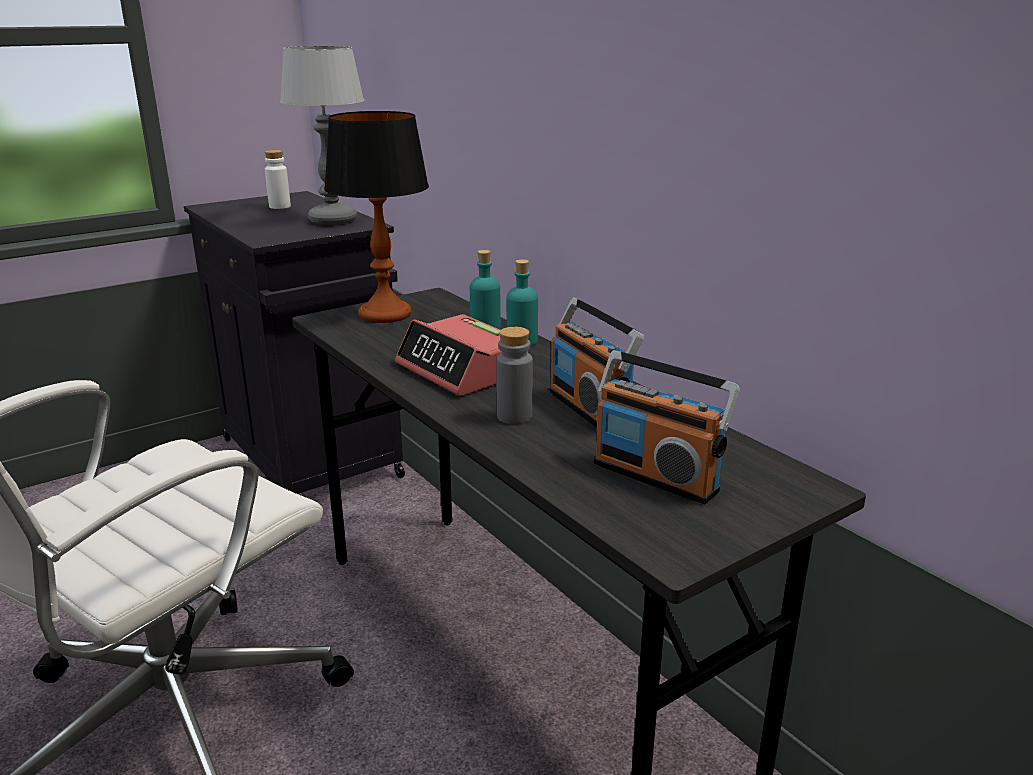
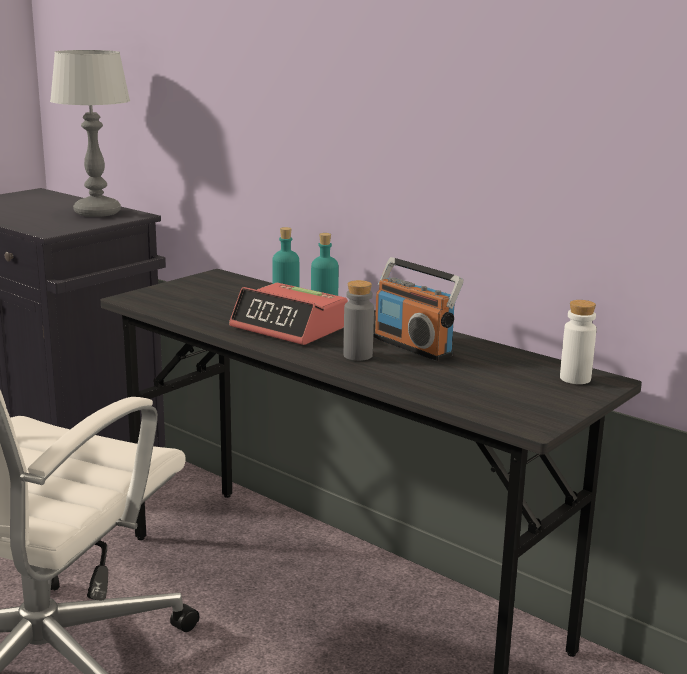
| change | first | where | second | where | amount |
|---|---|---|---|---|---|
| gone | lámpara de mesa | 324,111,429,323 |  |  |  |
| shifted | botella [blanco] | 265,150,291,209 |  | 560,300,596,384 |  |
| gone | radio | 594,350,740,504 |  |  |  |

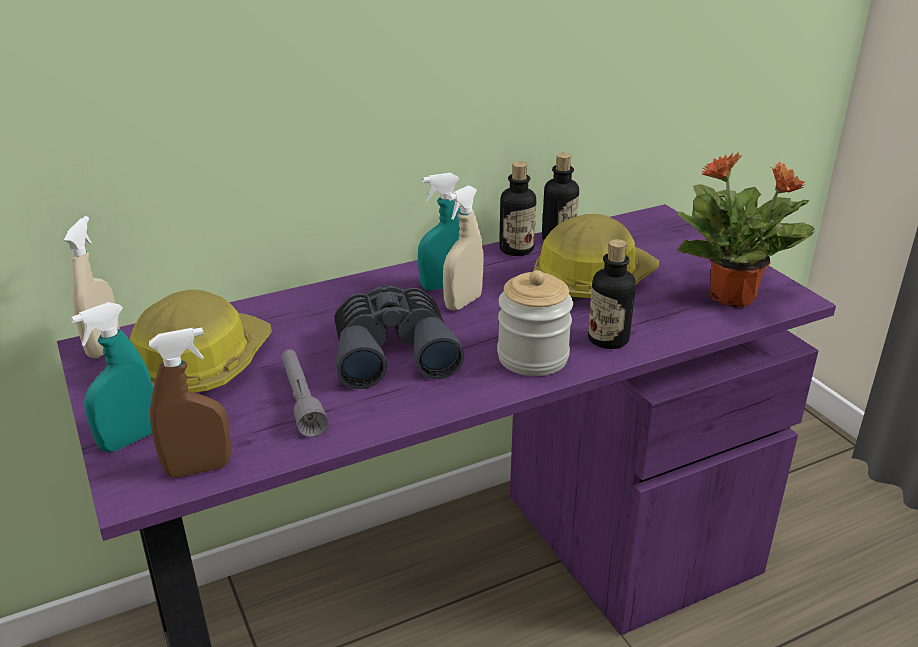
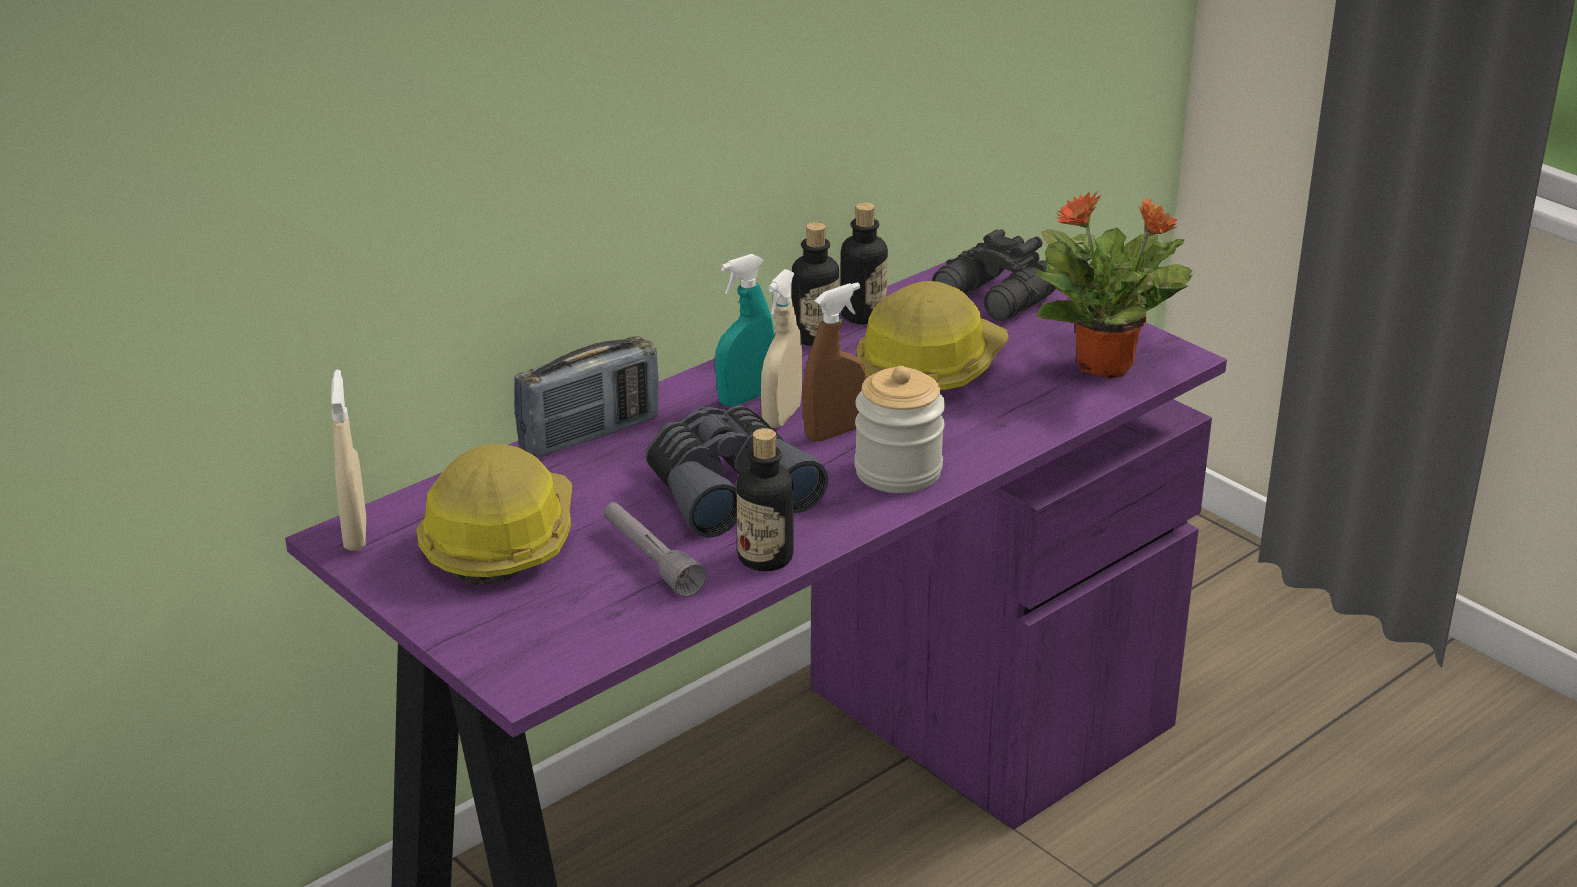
| change | first | where | second | where | amount |
|---|---|---|---|---|---|
| shifted | botella | 588,239,635,349 |  | 736,428,794,571 |  |
| gone | pulverizador [turquesa] | 71,302,153,452 |  |  |  |
| shifted | pulverizador [marrón] | 149,328,231,478 |  | 802,282,866,442 |  |
| new |  |  | prismáticos [negro] | 932,229,1056,321 |  |
| new |  |  | radio | 514,336,659,458 |  |

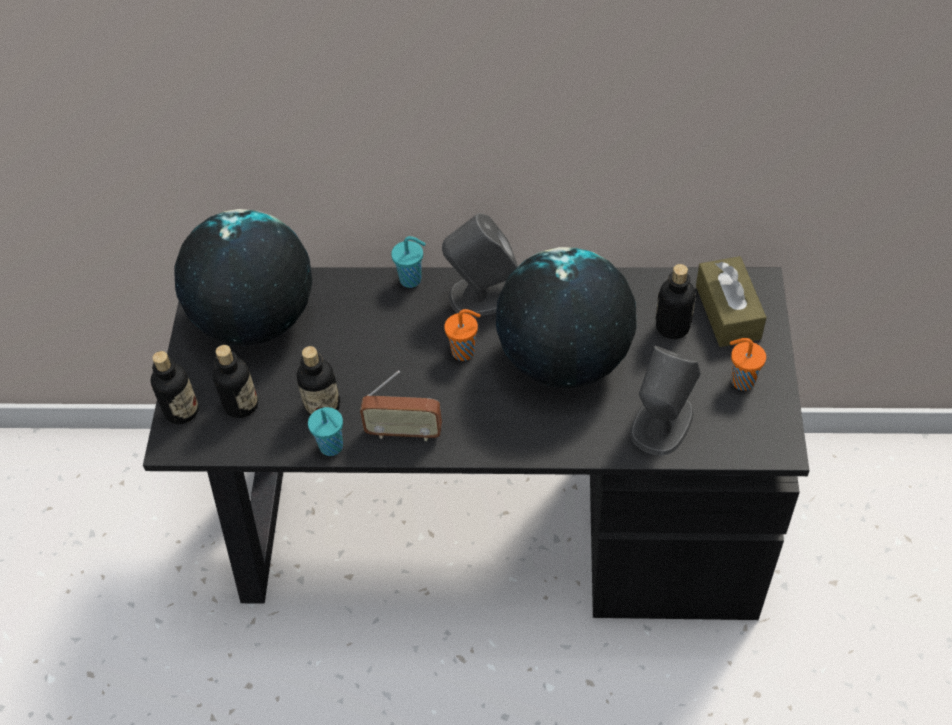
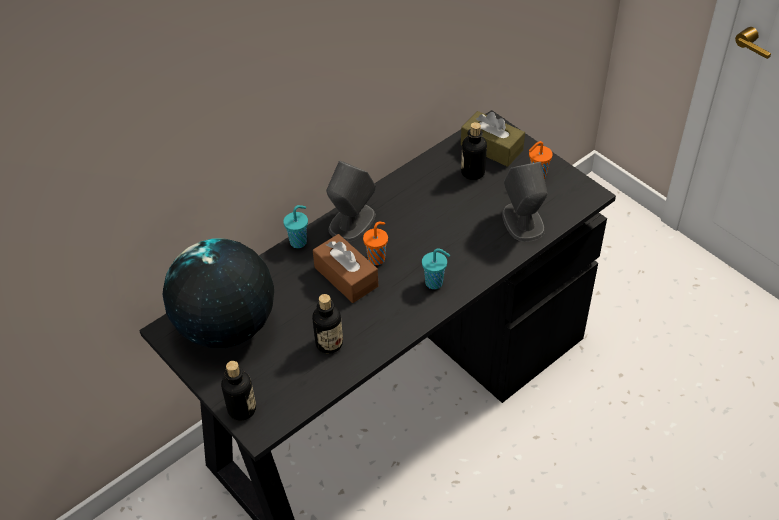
| change | first | where | second | where | amount |
|---|---|---|---|---|---|
| gone | globo terráqueo | 496,247,636,388 |  |  |  |
| gone | botella | 212,345,258,418 |  |  |  |
| gone | radio | 360,370,442,441 |  |  |  |
| shifted | taza [turquesa] | 308,407,343,456 |  | 422,248,450,289 |  |
| new |  |  | caja de pañuelos [marrón] | 313,234,378,303 |  |

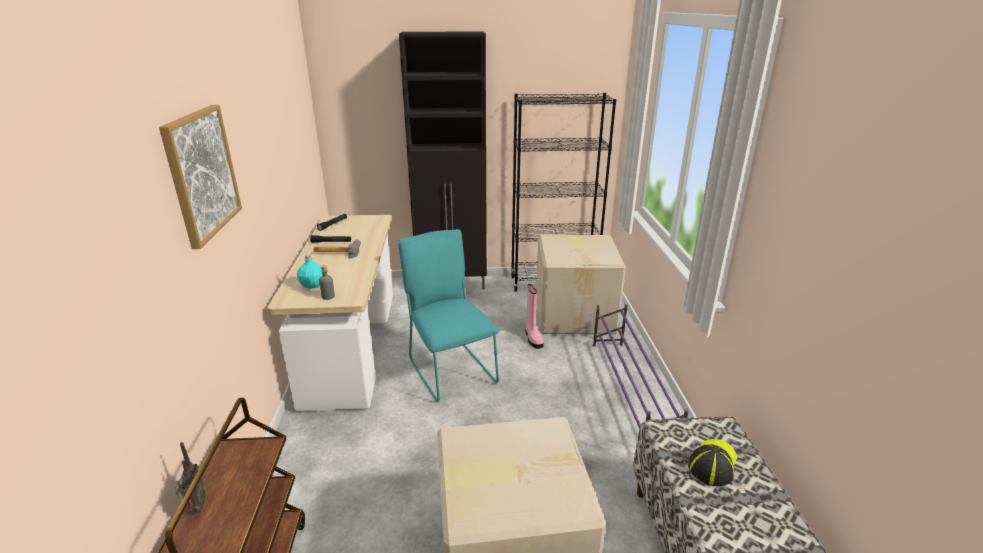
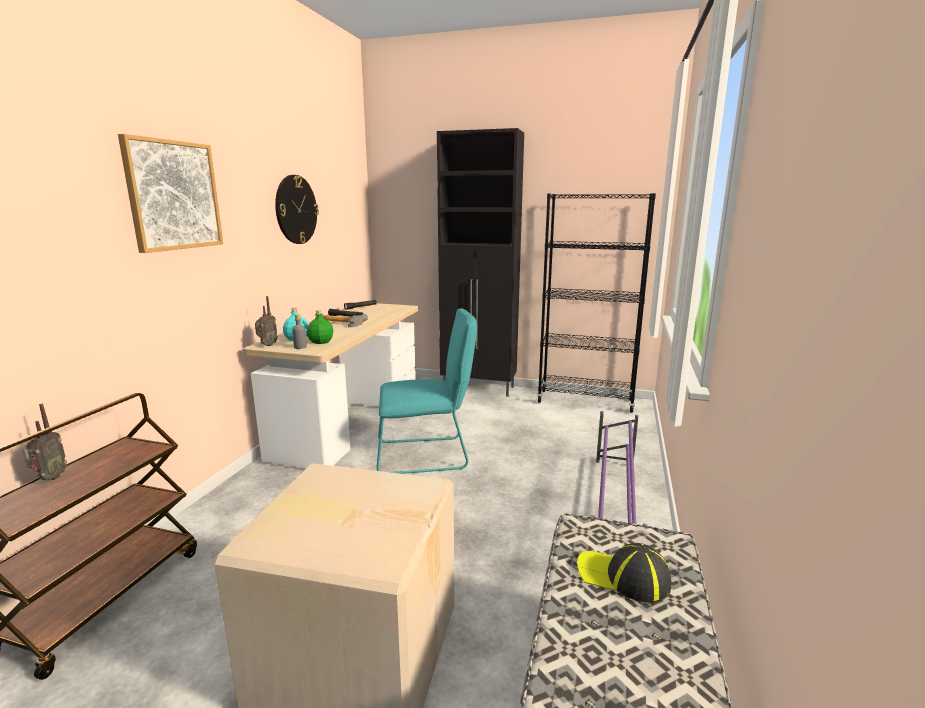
| change | first | where | second | where | amount |
|---|---|---|---|---|---|
| rotated | silla [turquesa] | 398,229,499,402 |  | 377,308,477,474 | 90 degrees clockwise |
| gone | caja de cartón | 536,235,626,334 |  |  |  |
| gone | bota [rosa] | 525,284,544,349 |  |  |  |
| rotated | gorra | 688,439,737,486 |  | 577,543,671,603 | 120 degrees counterclockwise |
| new |  |  | reloj de pared | 275,175,319,244 |  |
| new |  |  | radio | 255,296,278,346 |  |
| new |  |  | botella [verde] | 307,310,333,344 |  |

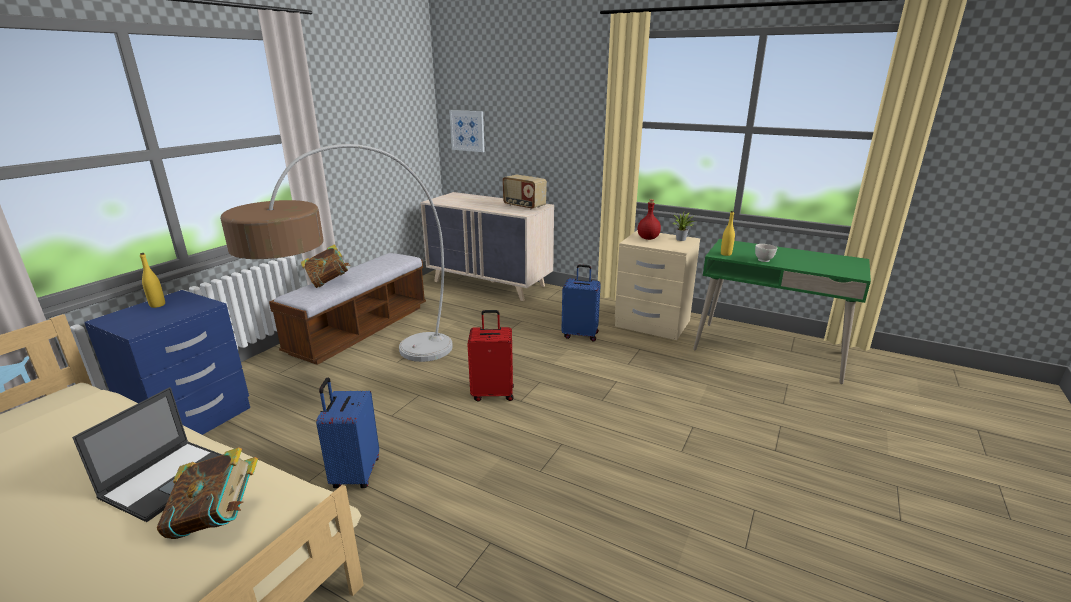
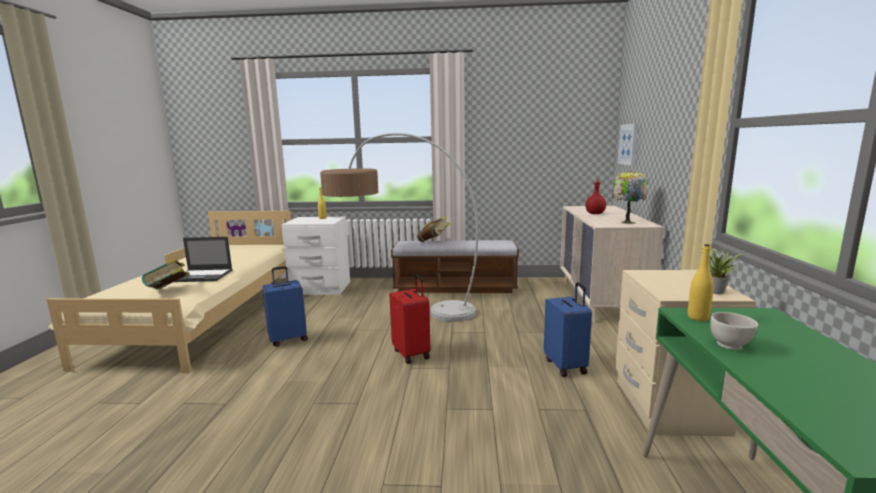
| change | first | where | second | where | amount |
|---|---|---|---|---|---|
| swapped | radio | 502,175,547,210 | lámpara de mesa | 612,171,647,224 |  |
| shifted | botella [rojo] | 638,199,661,240 |  | 585,179,606,214 |  |
| repainted | mesita de noche [azul] | 84,290,250,435 | mesita de noche [blanco] | 282,217,350,295 |  |

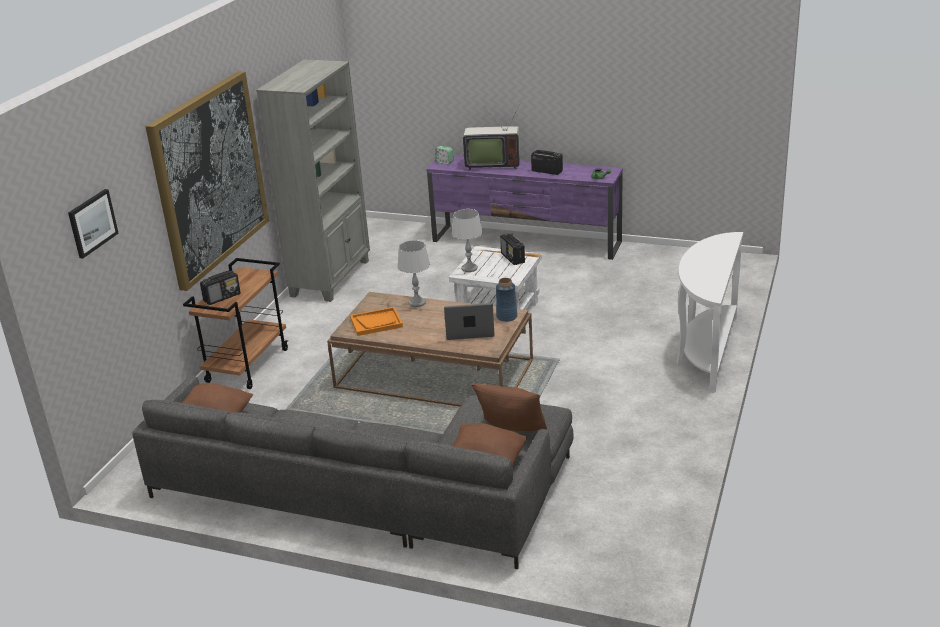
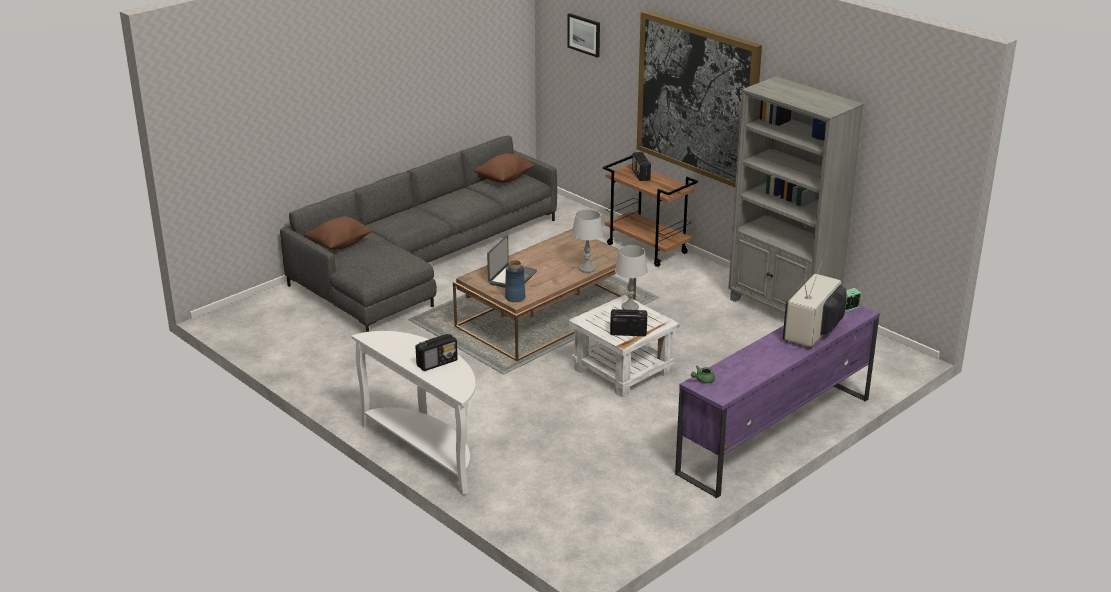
| change | first | where | second | where | amount |
|---|---|---|---|---|---|
| shifted | radio | 531,150,563,175 |  | 415,334,458,371 |  |
| gone | bandeja [naranja] | 350,307,403,336 |  |  |  |
| gone | cojín [marrón] | 472,384,547,431 |  |  |  |

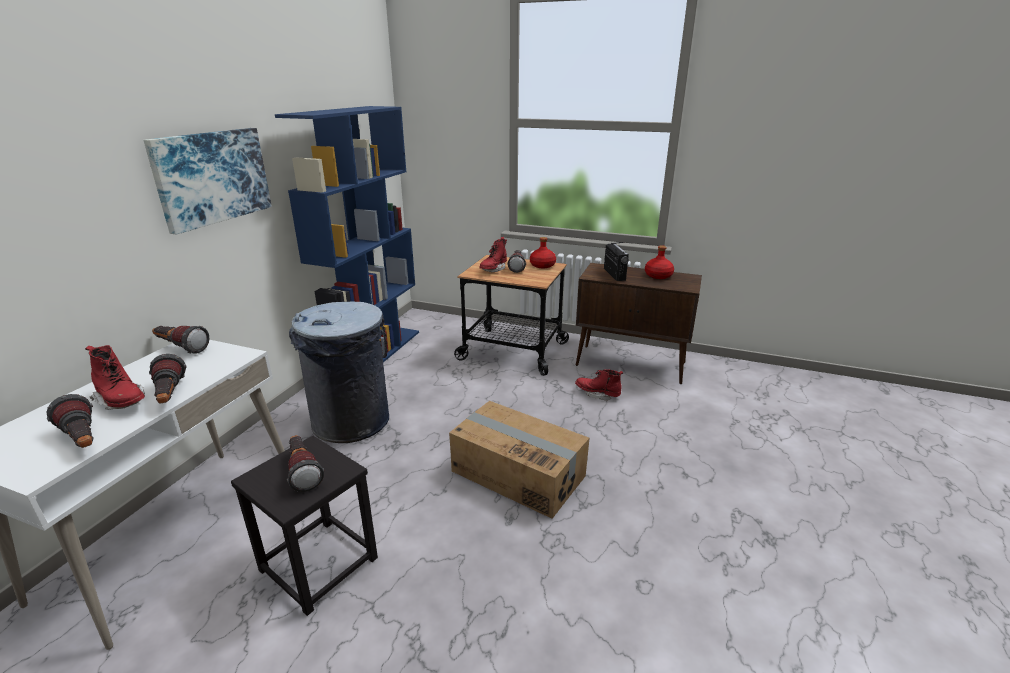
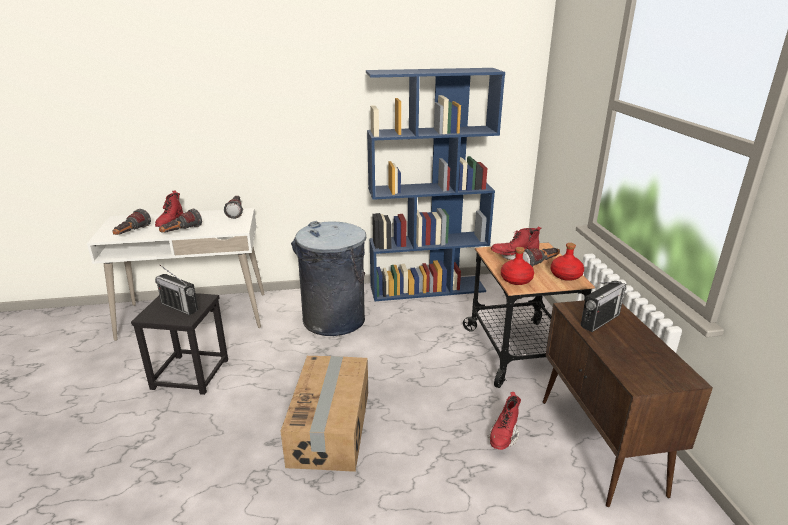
| change | first | where | second | where | amount |
|---|---|---|---|---|---|
| gone | cuadro | 143,128,272,234 |  |  |  |
| shifted | botella [rojo] | 645,245,674,279 |  | 501,247,534,285 |  |
| rotated | bota [rojo] | 575,369,623,401 |  | 488,392,521,450 | 150 degrees counterclockwise |
| swapped | linterna | 287,435,324,492 | radio | 155,265,198,315 |  |

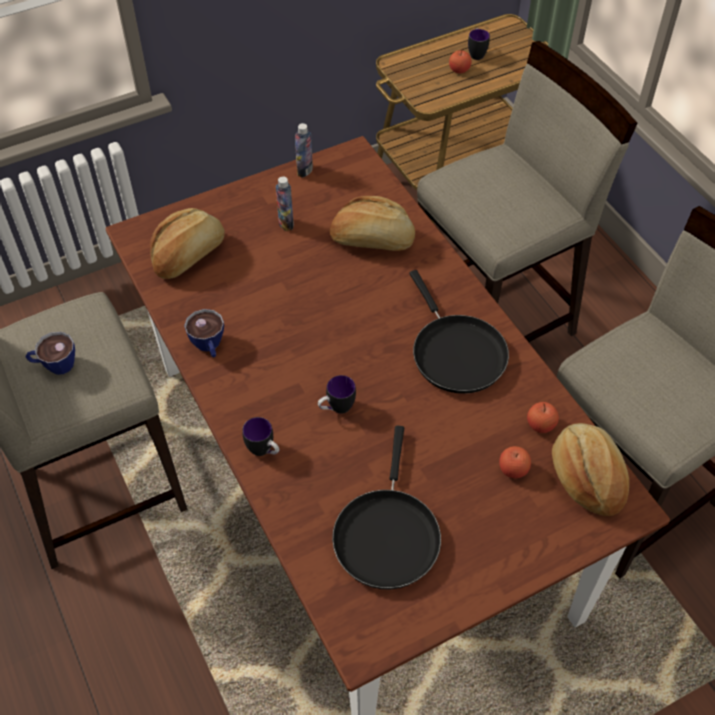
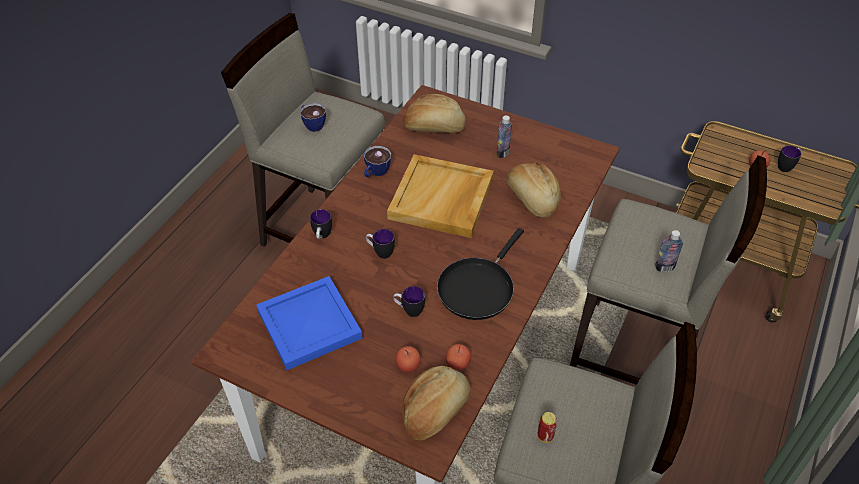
| change | first | where | second | where | amount |
|---|---|---|---|---|---|
| shifted | botella | 295,123,313,178 |  | 655,230,683,272 |  |
| swapped | sartén [negro] | 332,426,441,589 | bandeja [azul] | 256,276,362,370 |  |
| new |  |  | bandeja [beis] | 387,154,494,238 |  |
| new |  |  | taza grande | 393,286,425,317 |  |
| new |  |  | lata | 537,412,557,443 |  |

